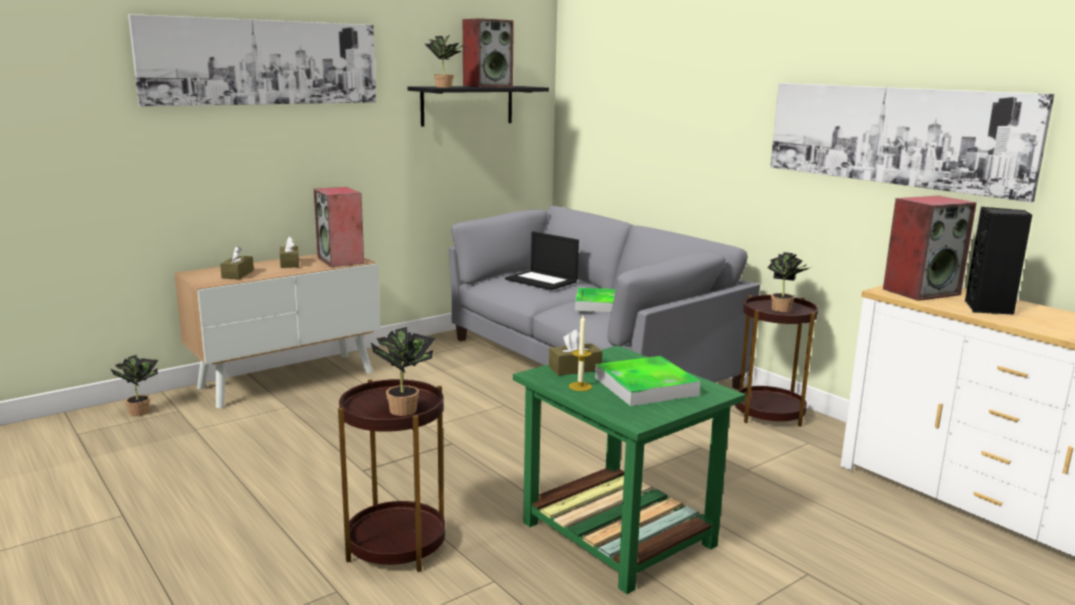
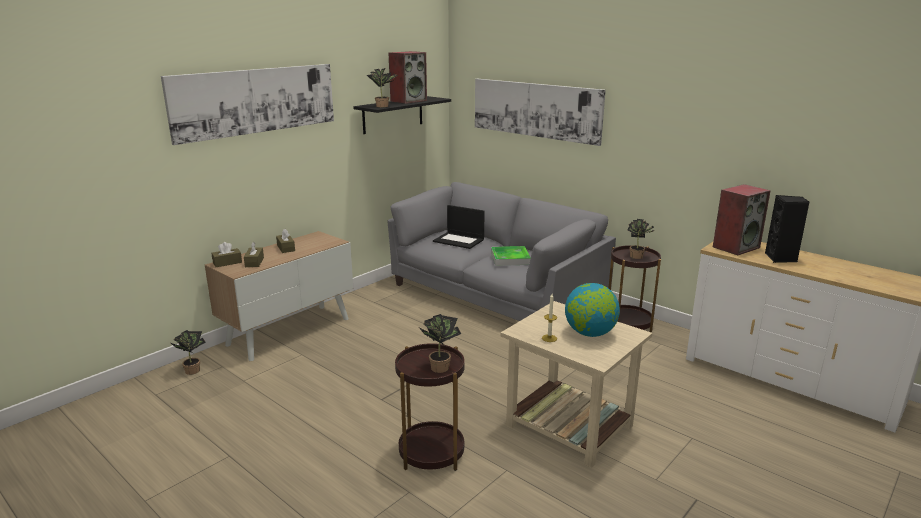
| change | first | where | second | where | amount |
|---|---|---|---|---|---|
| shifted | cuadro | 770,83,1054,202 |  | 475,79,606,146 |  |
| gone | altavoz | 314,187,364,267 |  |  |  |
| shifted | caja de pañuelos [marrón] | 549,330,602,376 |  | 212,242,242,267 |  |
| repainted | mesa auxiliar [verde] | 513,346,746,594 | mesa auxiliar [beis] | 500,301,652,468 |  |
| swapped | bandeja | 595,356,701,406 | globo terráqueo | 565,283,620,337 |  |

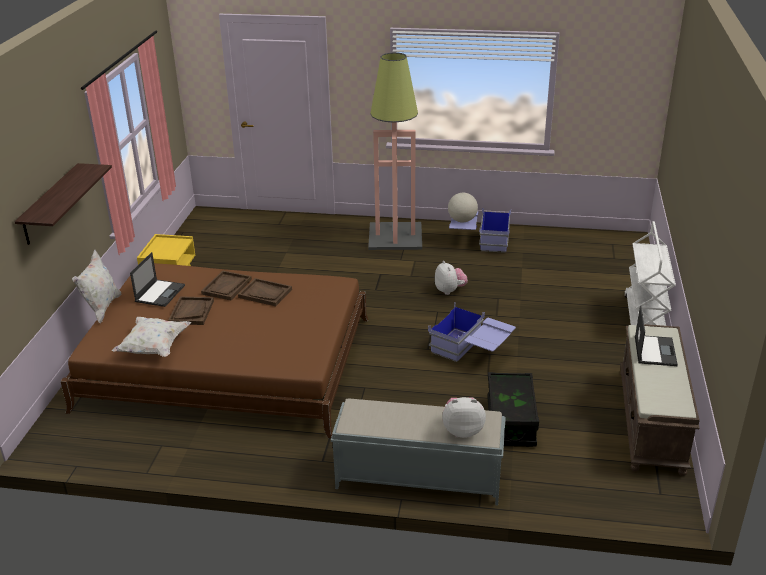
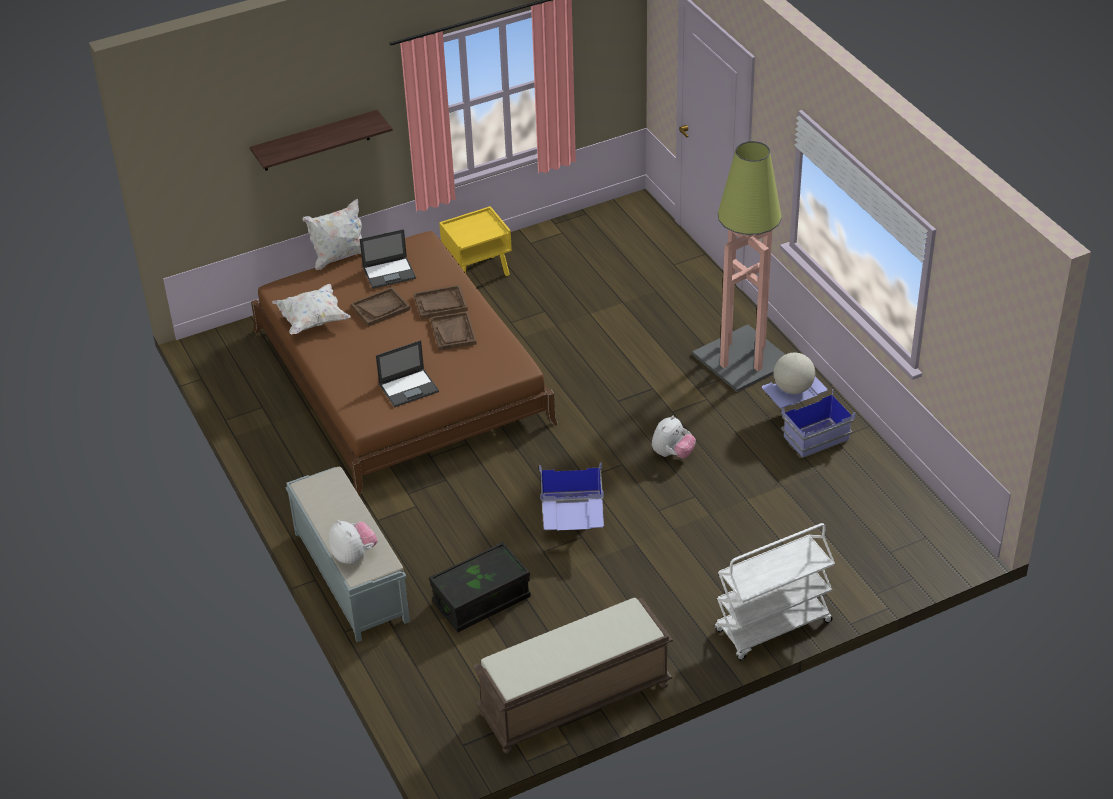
| change | first | where | second | where | amount |
|---|---|---|---|---|---|
| shifted | portátil | 635,306,678,366 |  | 376,340,439,408 |  |

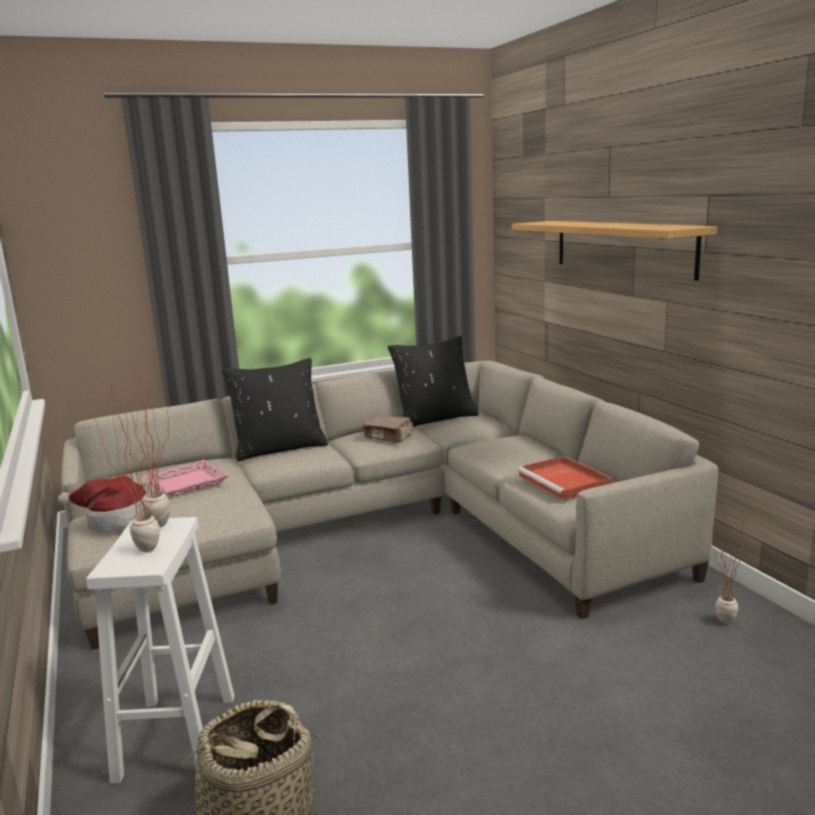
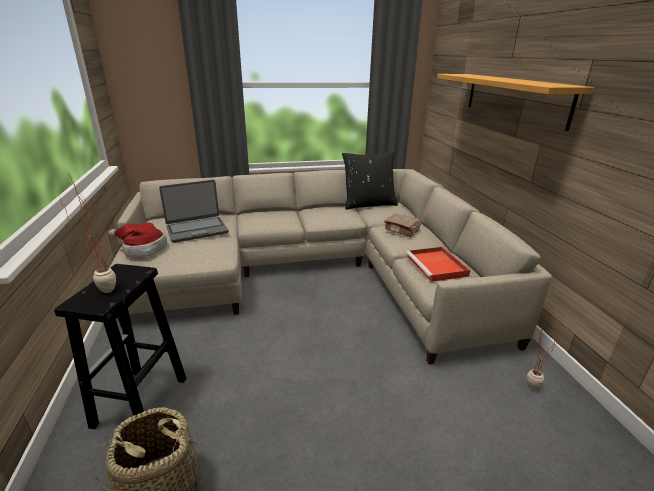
| change | first | where | second | where | amount |
|---|---|---|---|---|---|
| gone | cojín [negro] | 222,358,328,461 |  |  |  |
| gone | planta en maceta | 128,372,170,527 |  |  |  |
| shifted | libro [marrón] | 362,415,413,443 |  | 384,214,421,237 |  |
| swapped | bandeja [rosa] | 145,460,229,497 | portátil | 159,180,229,243 |  |
| repainted | taburete [blanco] | 86,517,235,784 | taburete [negro] | 54,264,187,429 |  |

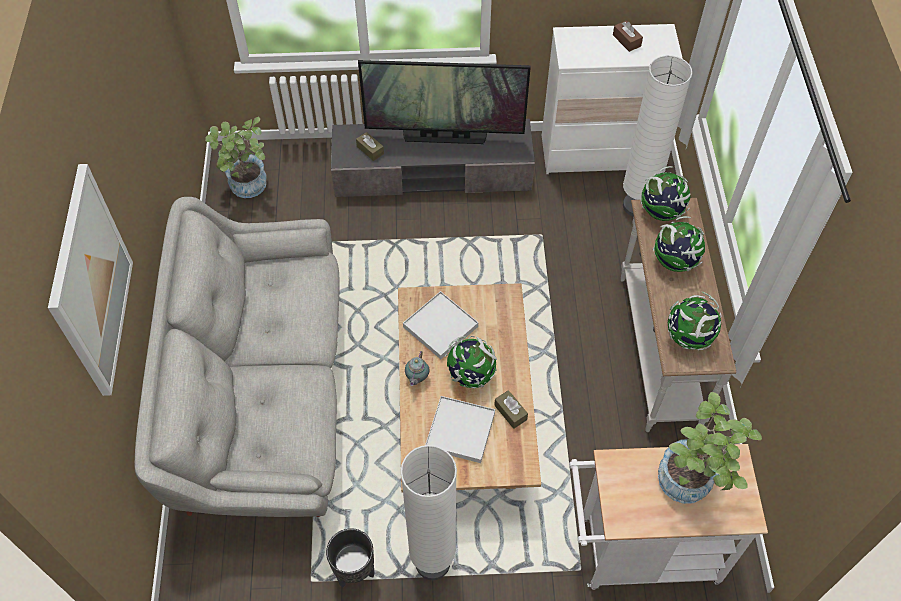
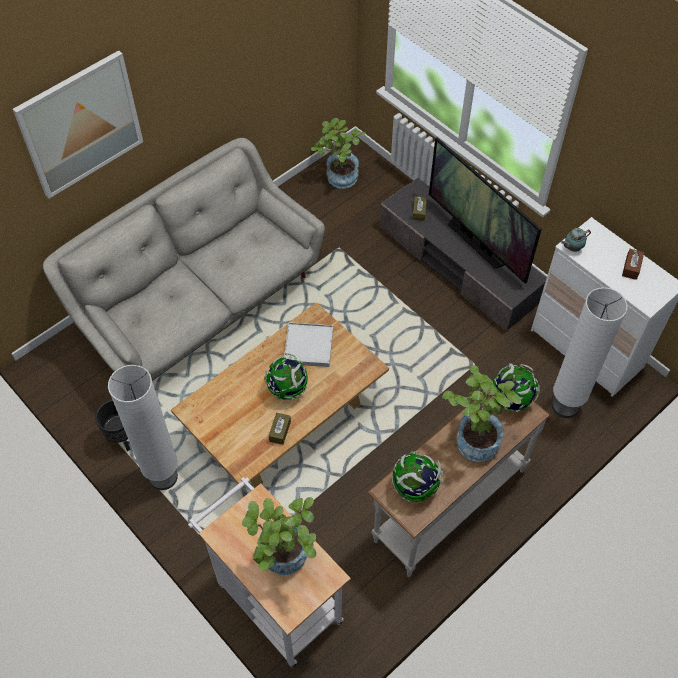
| change | first | where | second | where | amount |
|---|---|---|---|---|---|
| swapped | globo terráqueo | 653,216,705,272 | planta en maceta | 442,365,521,462 |  |
| shifted | tetera | 405,351,429,386 |  | 561,228,591,252 |  |
| gone | bandeja [blanco] | 425,396,495,463 |  |  |  |

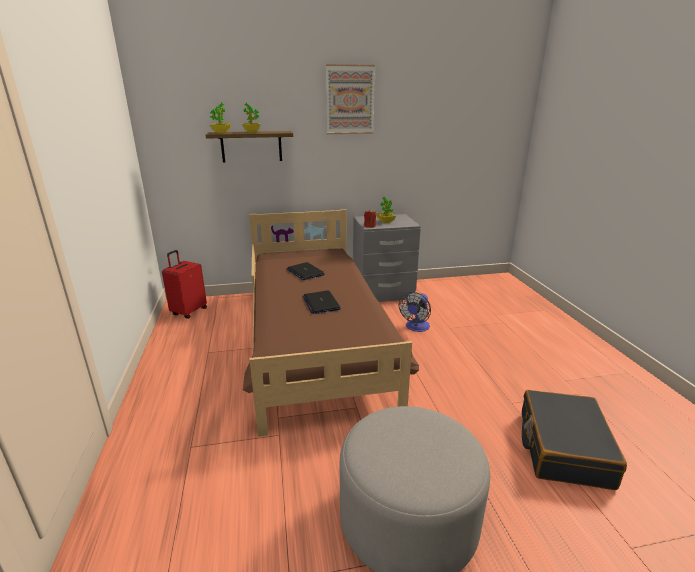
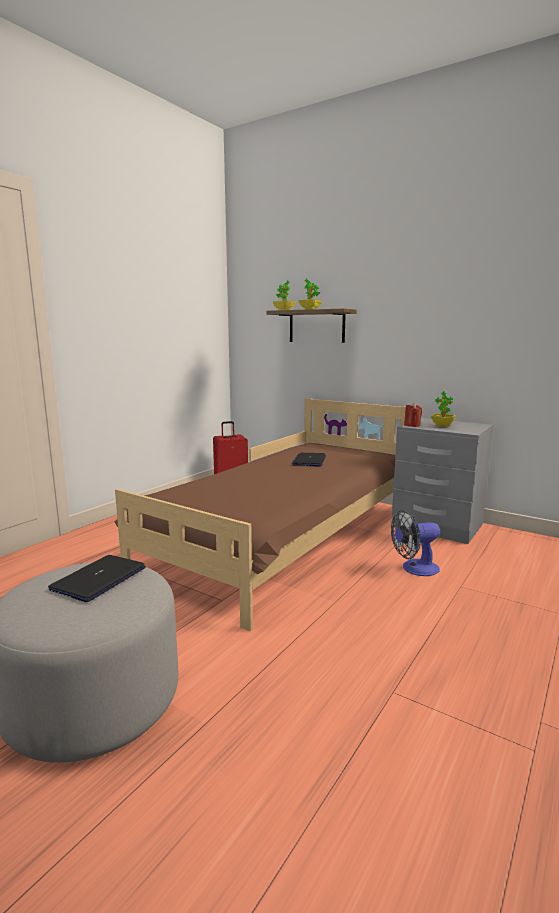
| change | first | where | second | where | amount |
|---|---|---|---|---|---|
| gone | cuadro | 326,64,375,134 |  |  |  |
| shifted | portátil | 302,290,341,314 |  | 48,555,146,602 |  |
| gone | maleta [negro] | 522,390,627,490 |  |  |  |

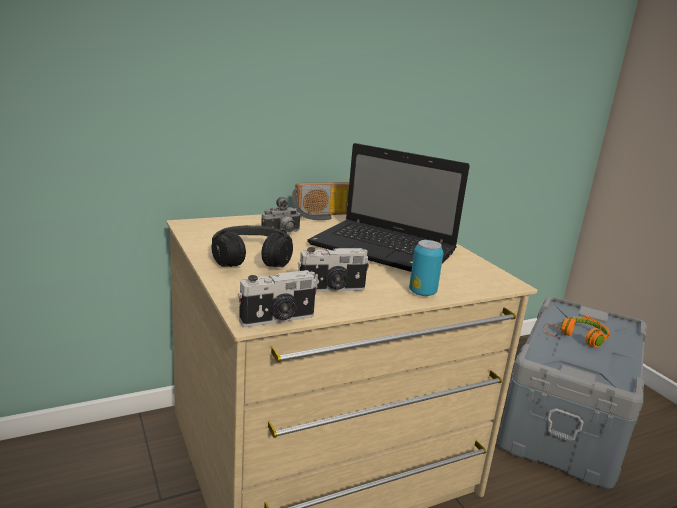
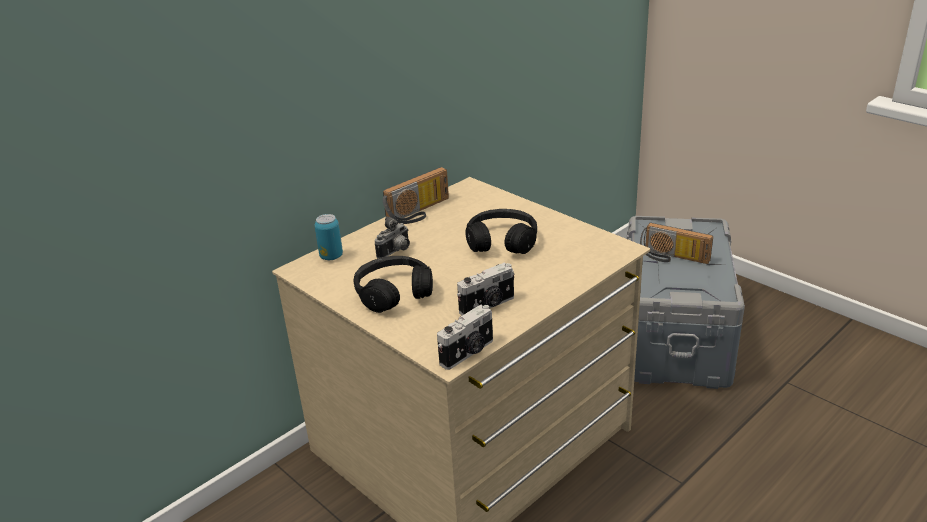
| change | first | where | second | where | amount |
|---|---|---|---|---|---|
| swapped | portátil | 307,143,470,272 | auriculares [negro] | 465,209,537,254 |  |
| shifted | lata | 409,240,443,296 |  | 315,214,343,260 |  |
| swapped | auriculares [naranja] | 543,315,610,347 | radio | 640,223,713,264 |  |

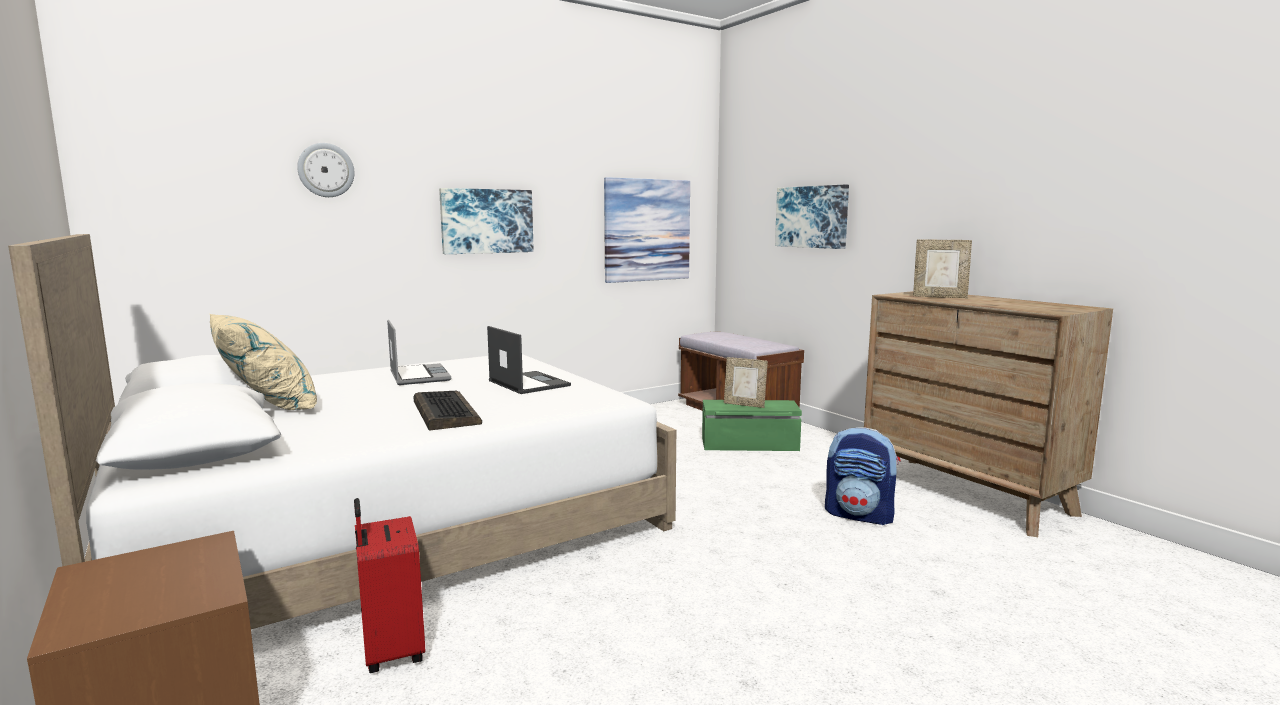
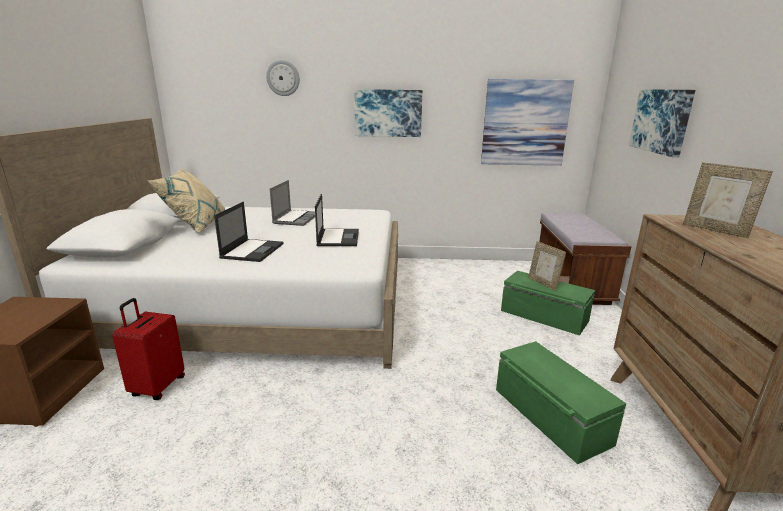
| change | first | where | second | where | amount |
|---|---|---|---|---|---|
| swapped | teclado | 414,391,482,431 | portátil | 214,202,283,262 |  |
| swapped | mochila | 825,427,900,525 | caja de almacenaje [verde] | 496,341,626,464 |  |

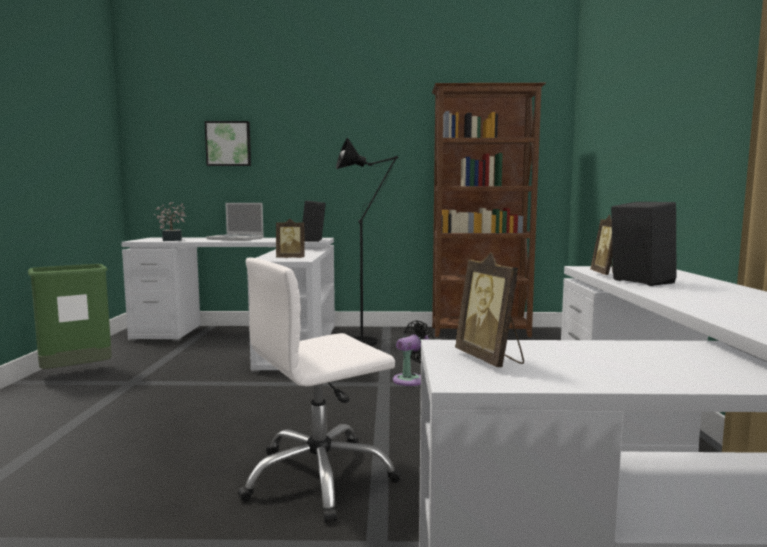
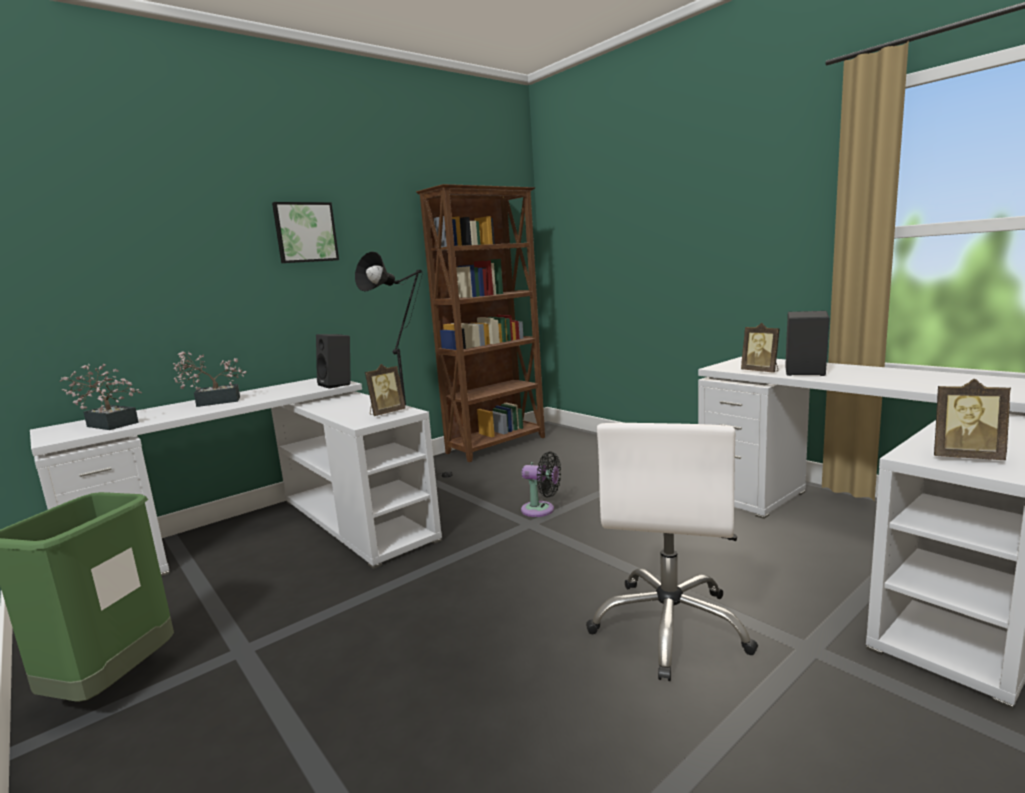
| change | first | where | second | where | amount |
|---|---|---|---|---|---|
| shifted | cuadro | 205,121,251,166 |  | 272,202,339,263 |  |
| swapped | portátil | 206,203,264,241 | planta en maceta | 173,351,247,407 |  |
| rotated | ventilador [negro] | 393,320,436,386 |  | 521,452,561,517 | 105 degrees clockwise |

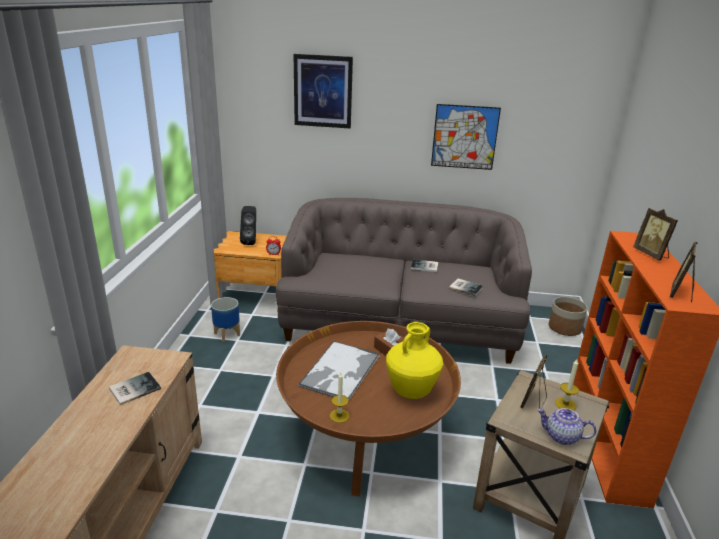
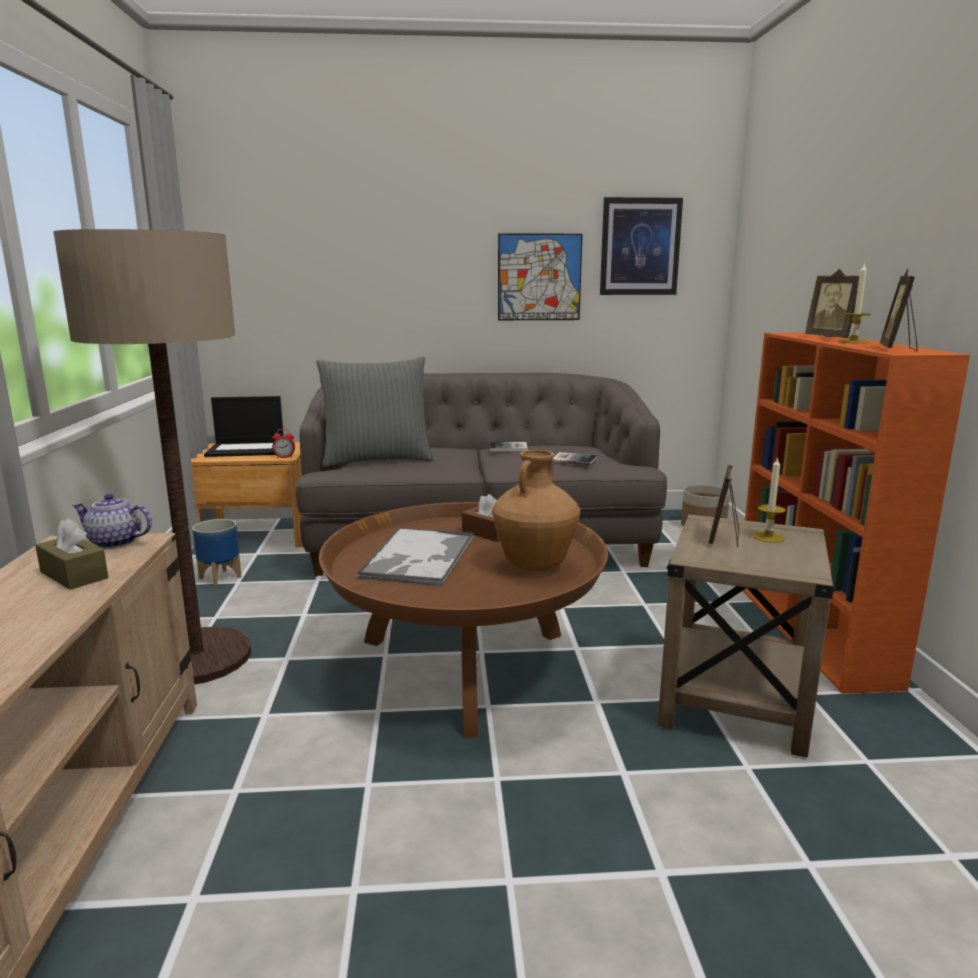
| change | first | where | second | where | amount |
|---|---|---|---|---|---|
| shifted | cuadro | 294,54,353,128 |  | 600,197,683,295 |  |
| swapped | altavoz [negro] | 240,206,256,245 | portátil | 204,396,283,457 |  |
| repainted | florero [amarillo] | 386,322,443,399 | florero [marrón] | 492,450,580,572 |  |
| swapped | libro | 109,372,161,405 | caja de pañuelos [marrón] | 35,518,108,590 |  |
| shifted | vela | 330,373,350,423 |  | 838,263,871,344 |  |
| shifted | tetera | 537,408,596,445 |  | 72,494,152,549 |  |
| new |  |  | lámpara de pie | 53,229,251,685 |  |
| new |  |  | cojín [gris] | 316,357,433,467 |  |

